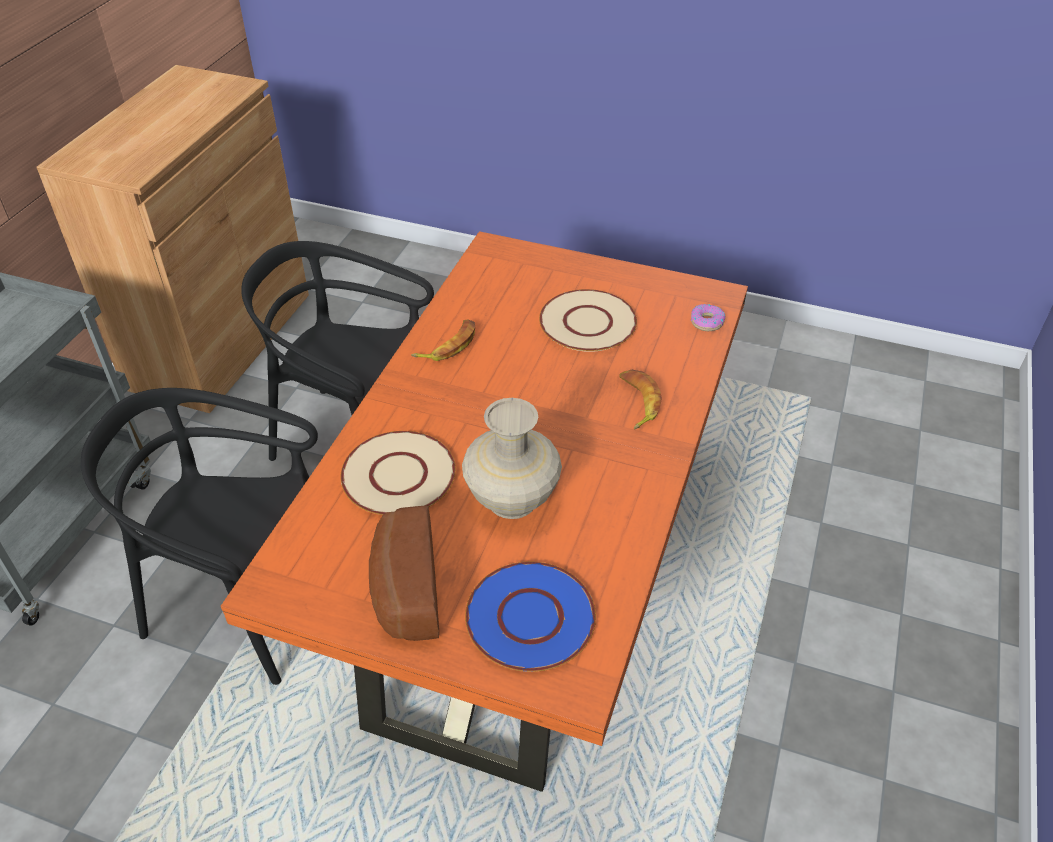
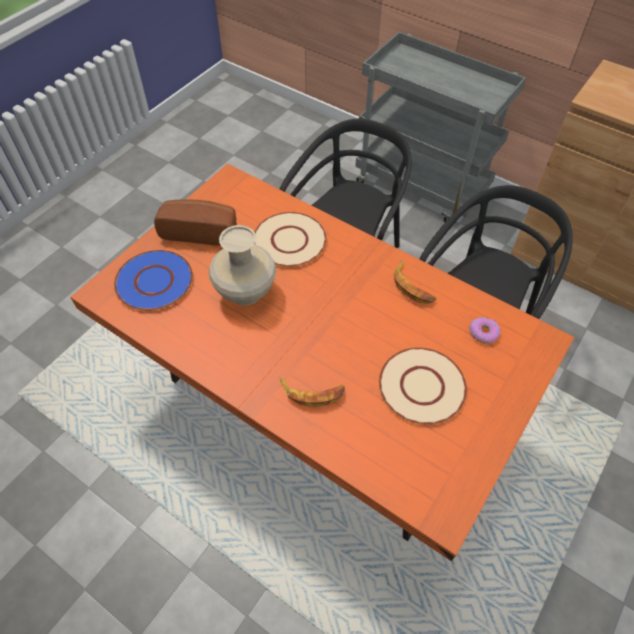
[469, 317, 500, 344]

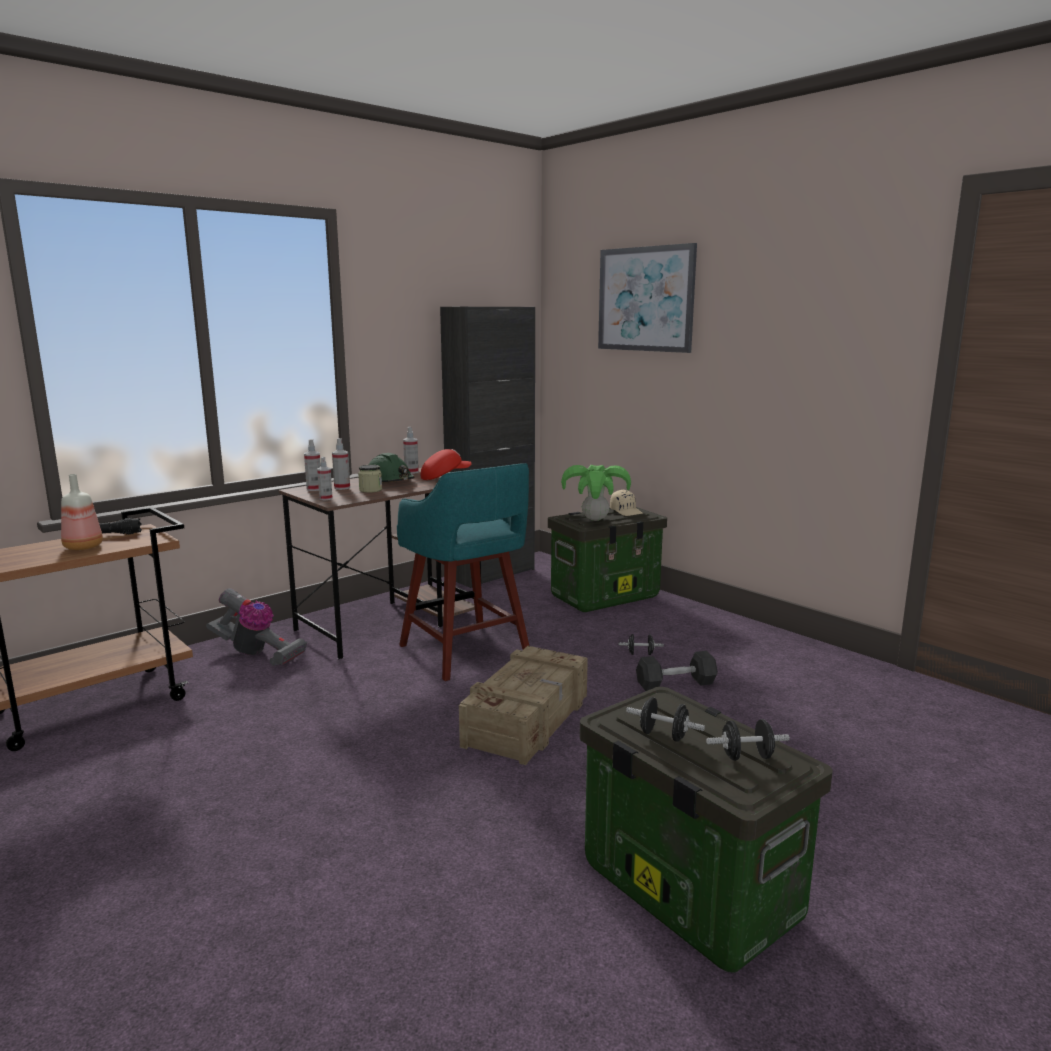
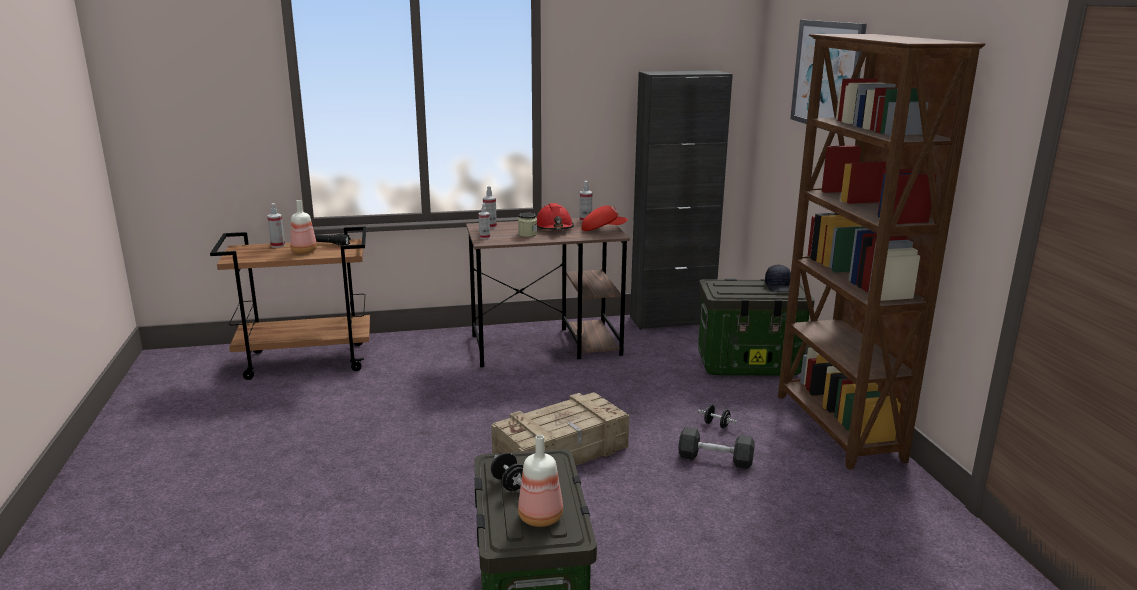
[267, 203, 285, 248]
[518, 435, 563, 527]
[537, 203, 574, 230]
[765, 265, 791, 292]
[778, 34, 985, 470]
[206, 588, 307, 666] (first image)
[397, 463, 529, 681] (first image)
[561, 465, 631, 521] (first image)

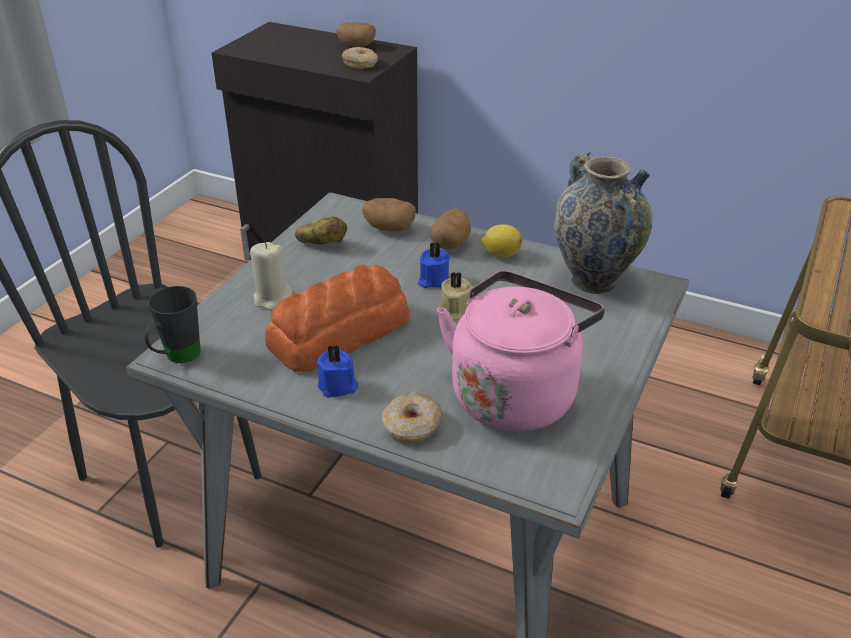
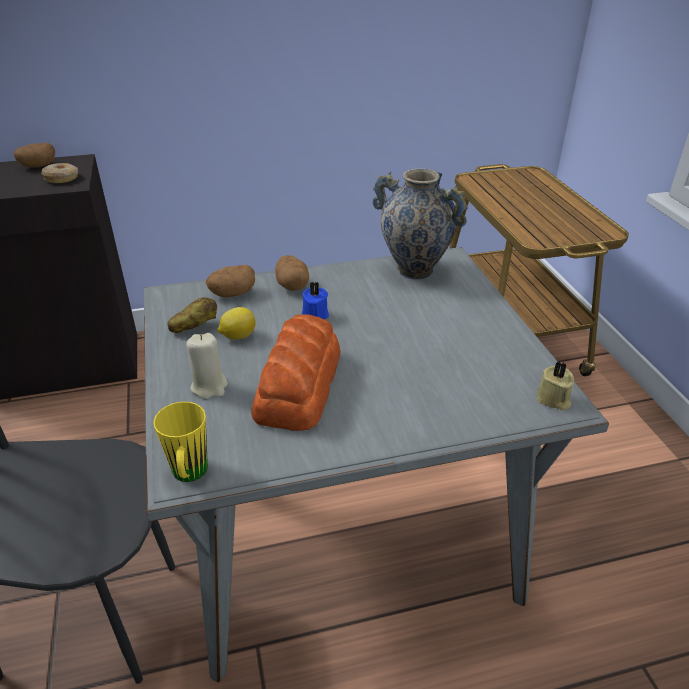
[153, 402, 208, 482]
[218, 307, 256, 340]
[537, 362, 574, 410]
[317, 344, 358, 398] (first image)
[382, 392, 442, 443] (first image)
[437, 271, 605, 432] (first image)

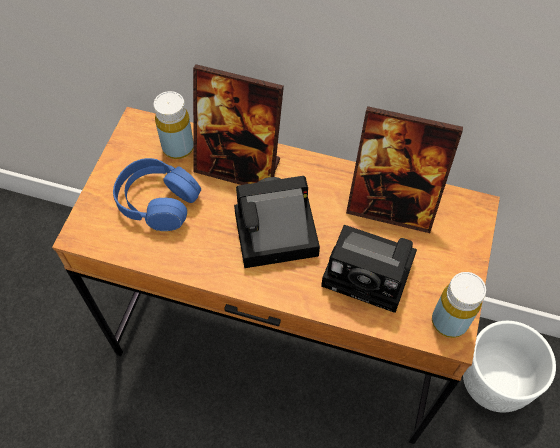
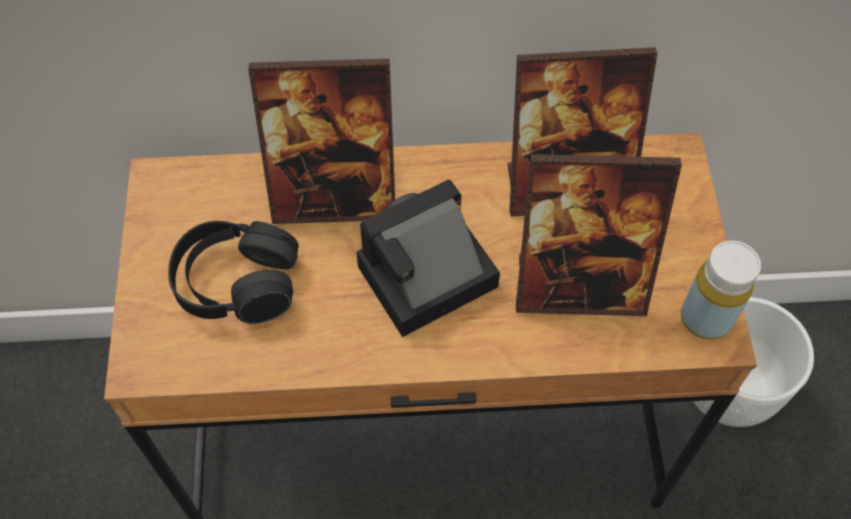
[168, 221, 299, 324]
[516, 154, 682, 316]
[154, 91, 193, 159] (first image)

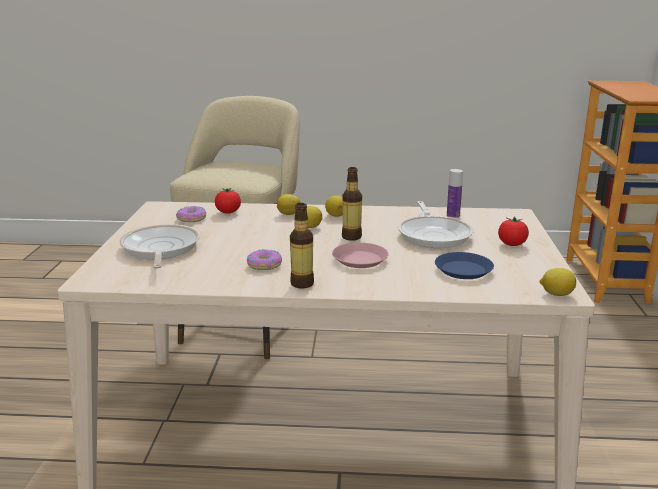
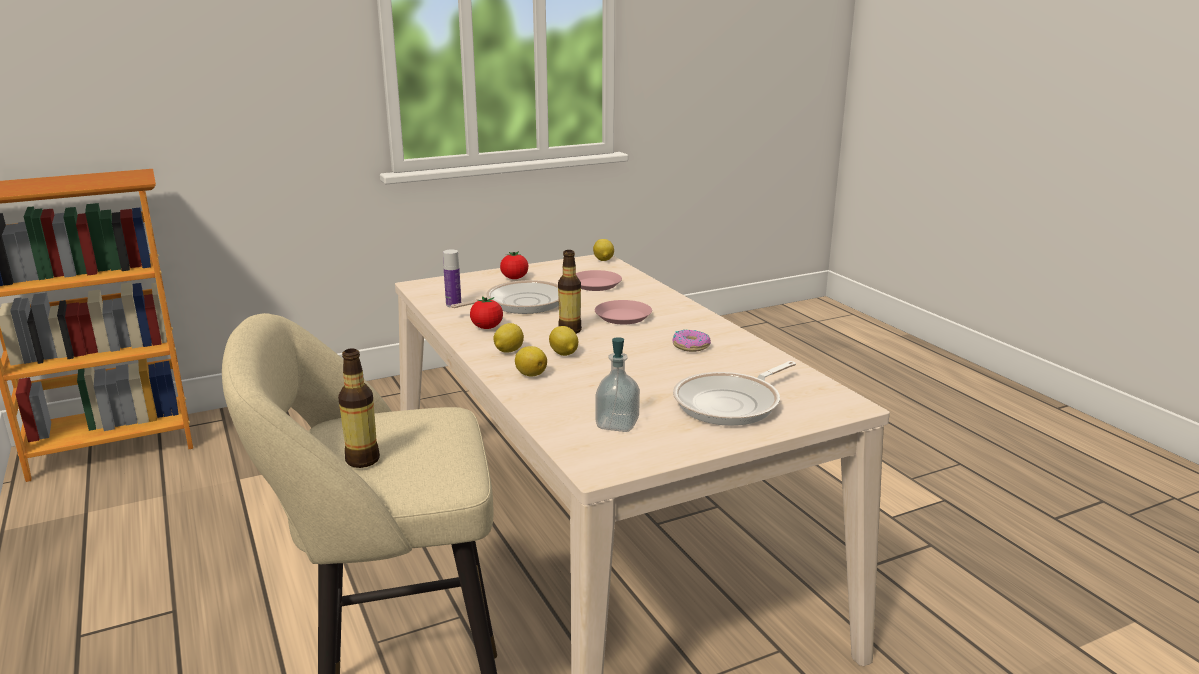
[338, 348, 380, 468]
[470, 296, 503, 329]
[576, 270, 622, 291]
[595, 337, 640, 432]

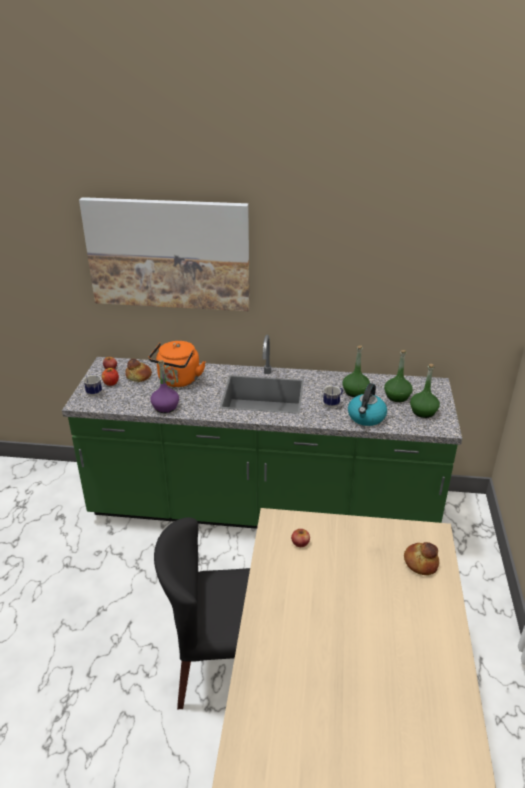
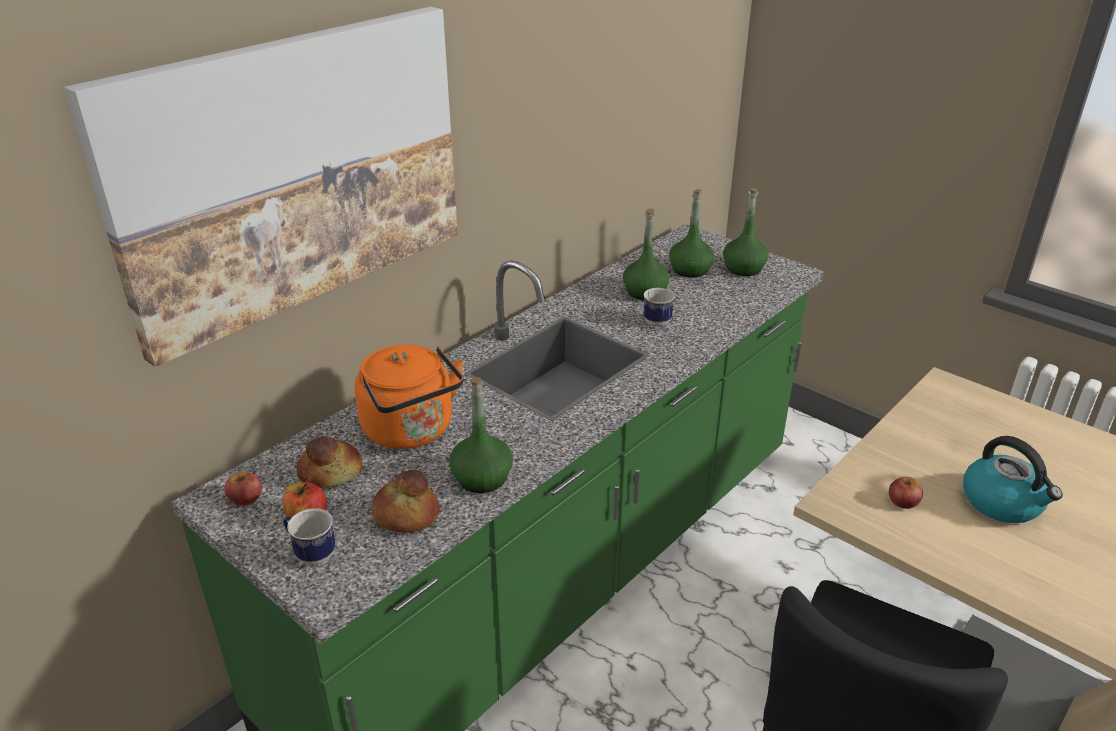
[371, 470, 440, 533]
[449, 377, 513, 493]
[963, 436, 1063, 523]

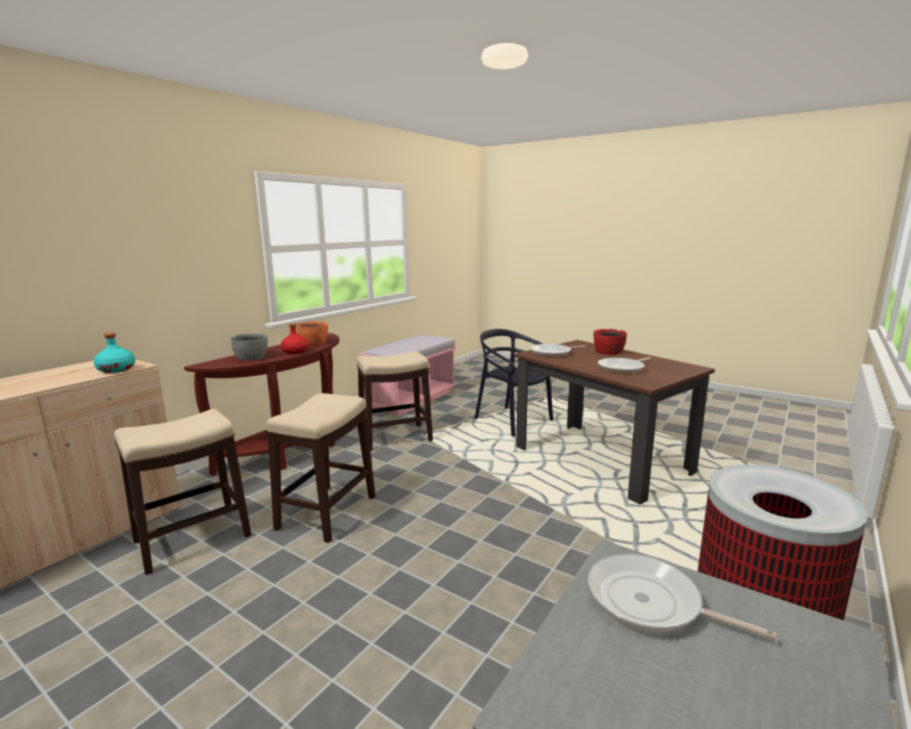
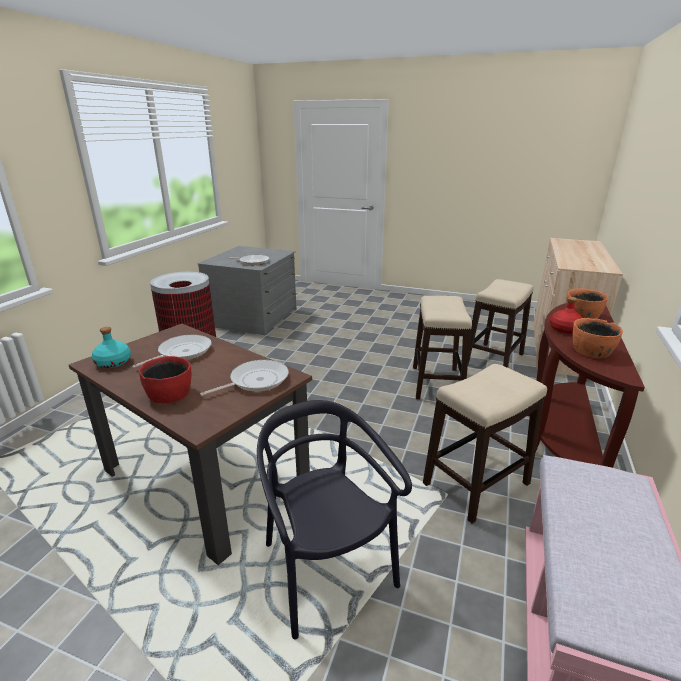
[92, 327, 131, 368]
[257, 400, 412, 640]
[567, 288, 608, 319]

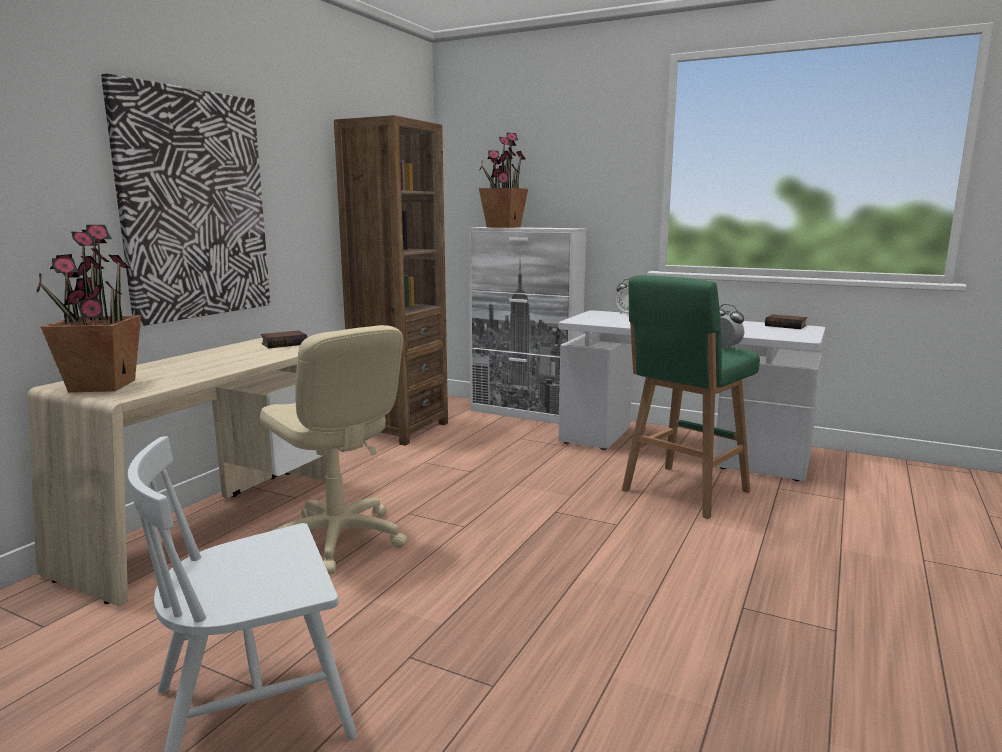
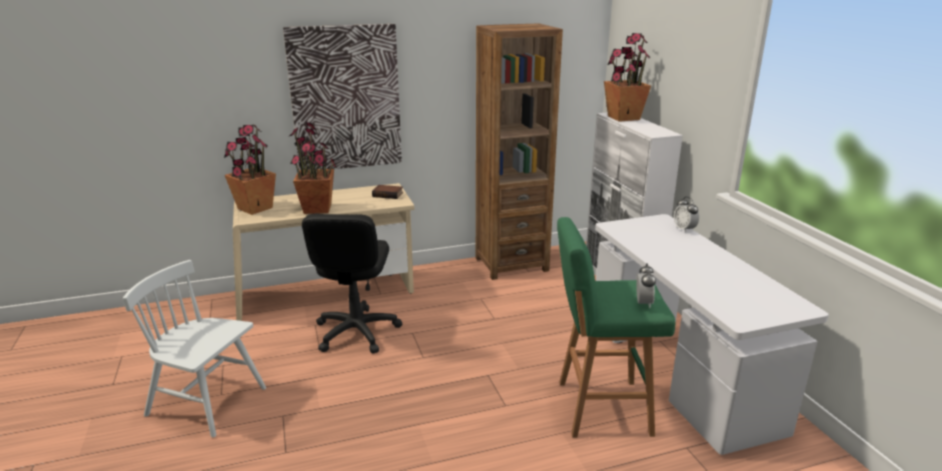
[290, 122, 337, 214]
[302, 214, 402, 354]
[765, 314, 807, 329] (first image)

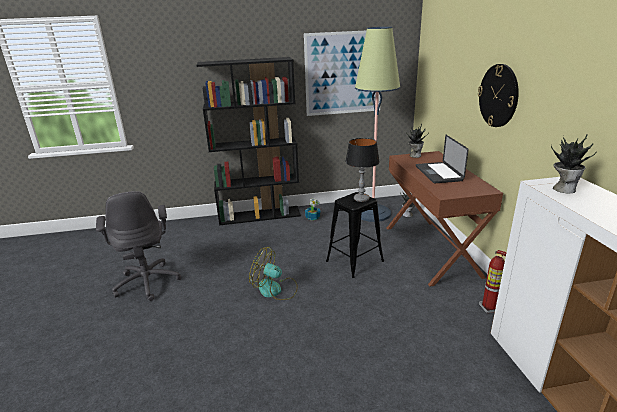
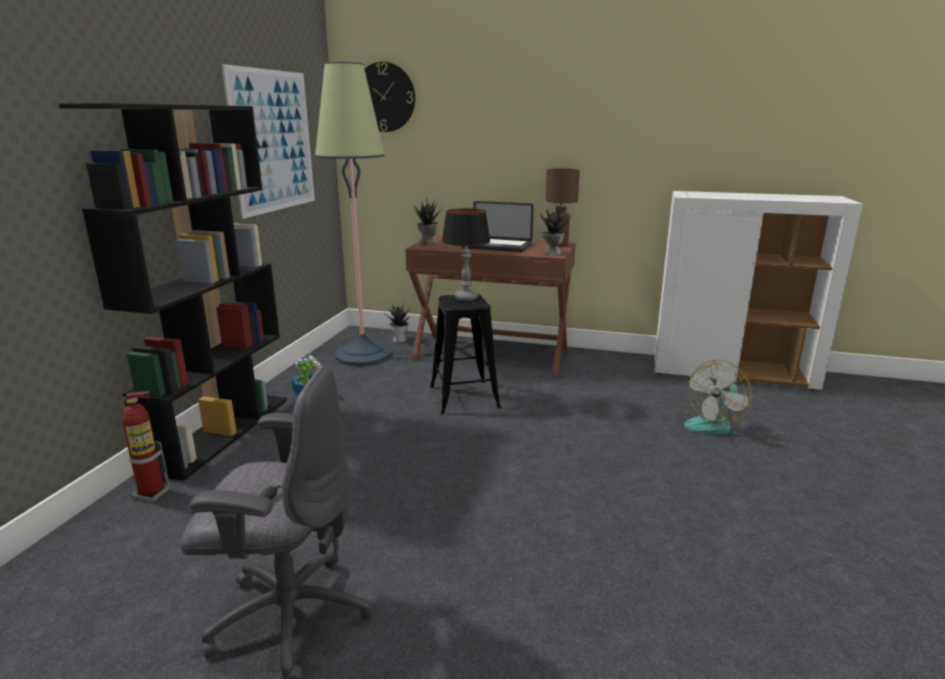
[122, 391, 170, 502]
[365, 62, 415, 132]
[540, 205, 572, 255]
[545, 168, 580, 247]
[684, 360, 752, 434]

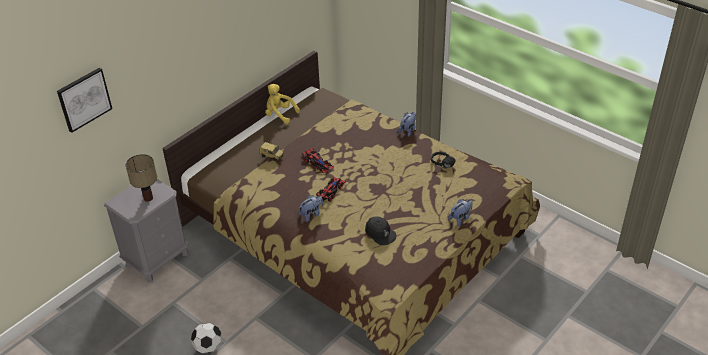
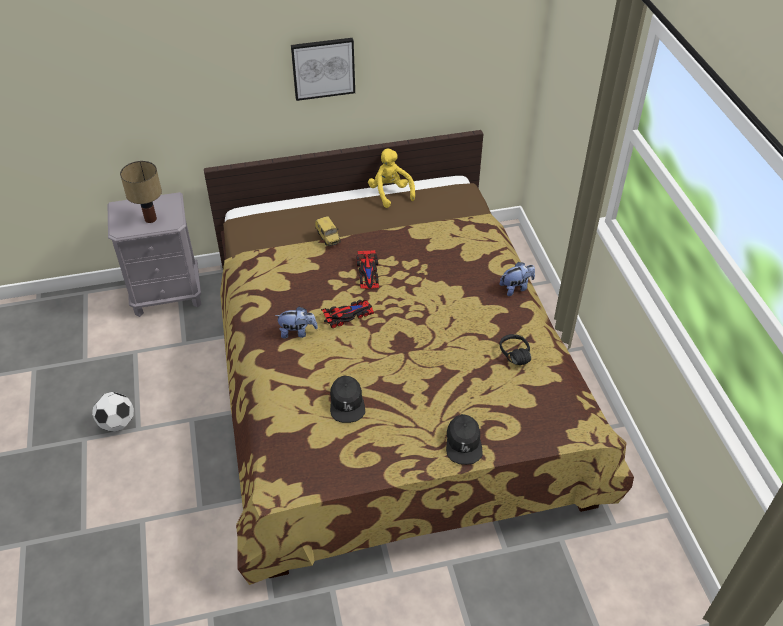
[291, 38, 355, 101]
[446, 414, 483, 465]

